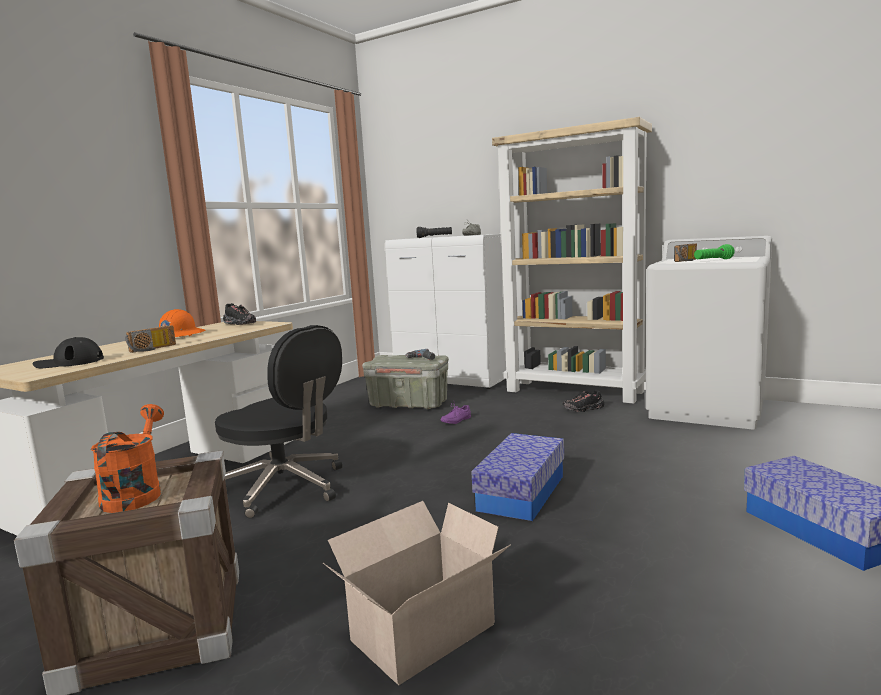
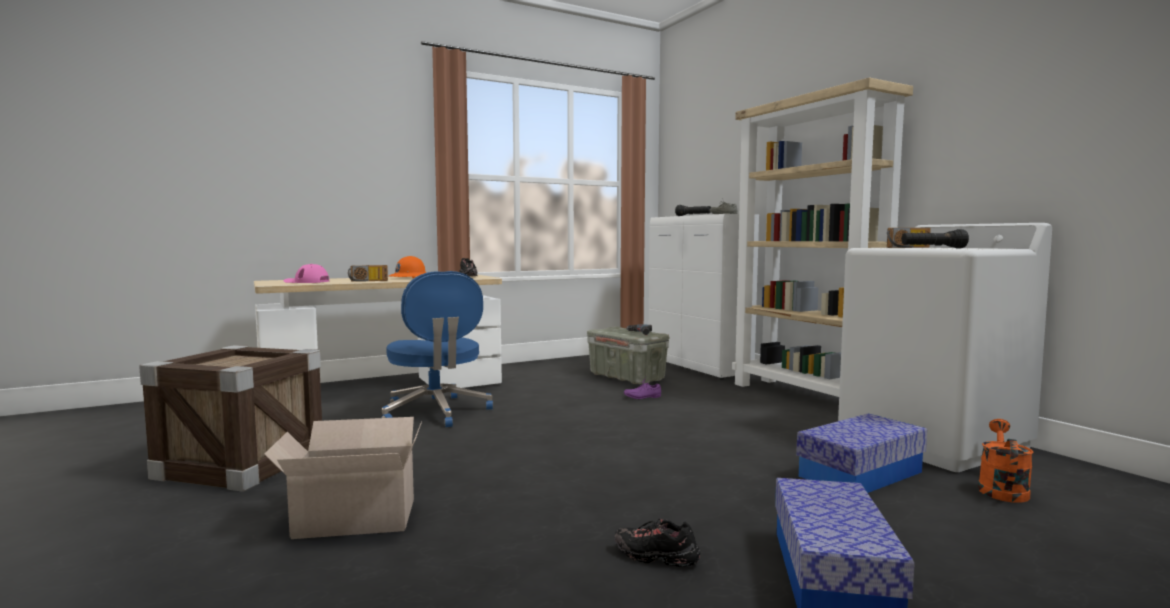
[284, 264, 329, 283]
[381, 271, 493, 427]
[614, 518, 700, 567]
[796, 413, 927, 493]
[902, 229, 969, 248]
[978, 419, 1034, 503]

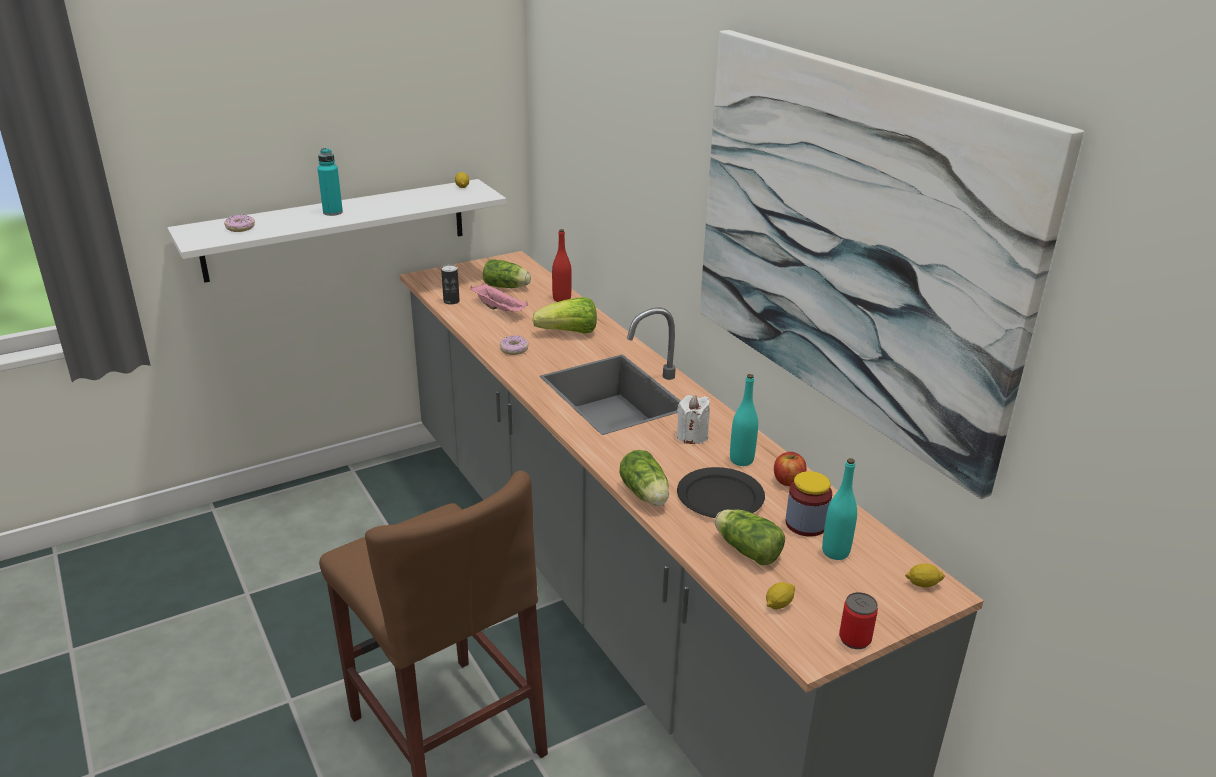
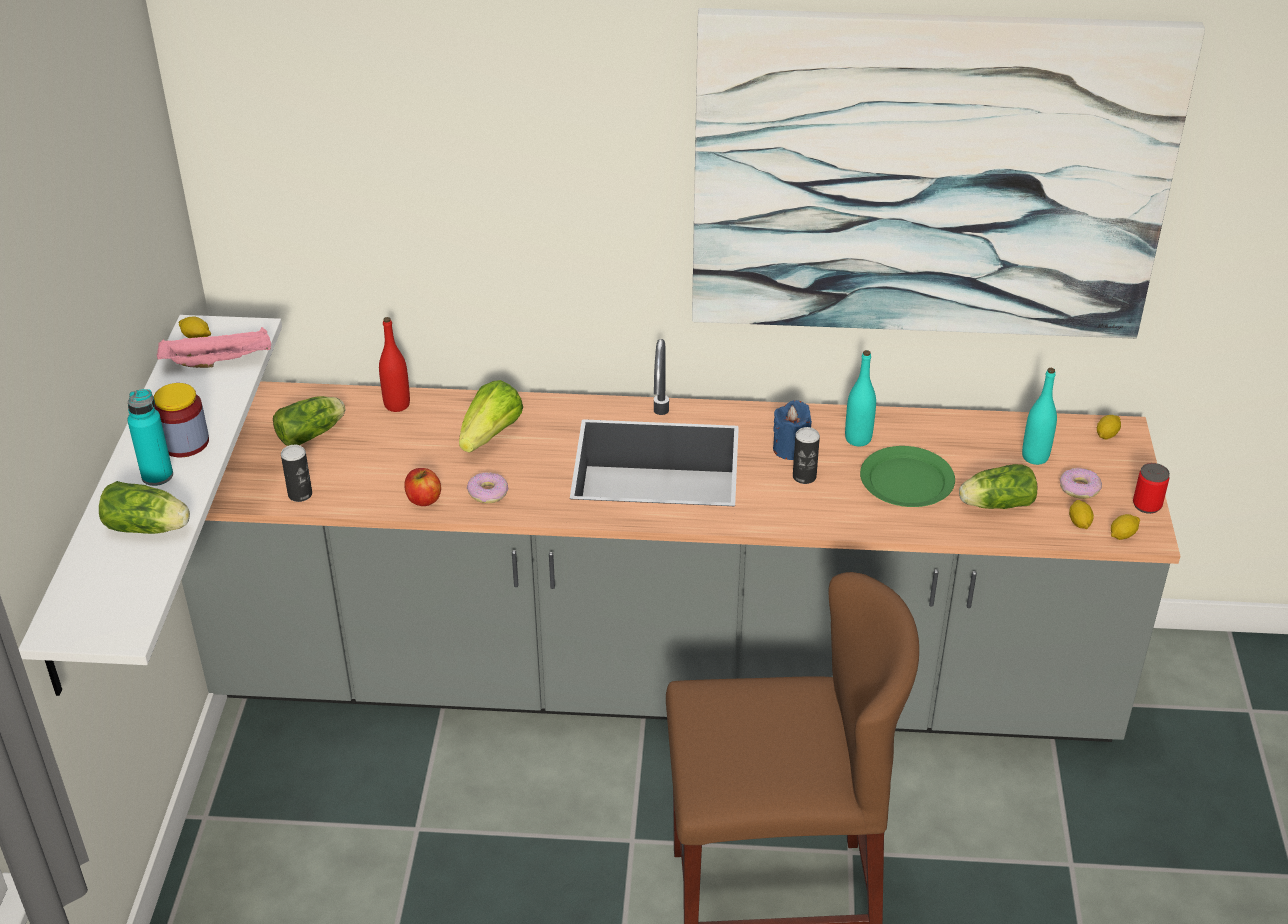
[99, 481, 190, 534]
[154, 383, 209, 457]
[157, 327, 271, 368]
[404, 468, 441, 506]
[773, 400, 812, 460]
[793, 427, 820, 484]
[860, 446, 955, 507]
[1060, 468, 1102, 499]
[1111, 514, 1140, 540]

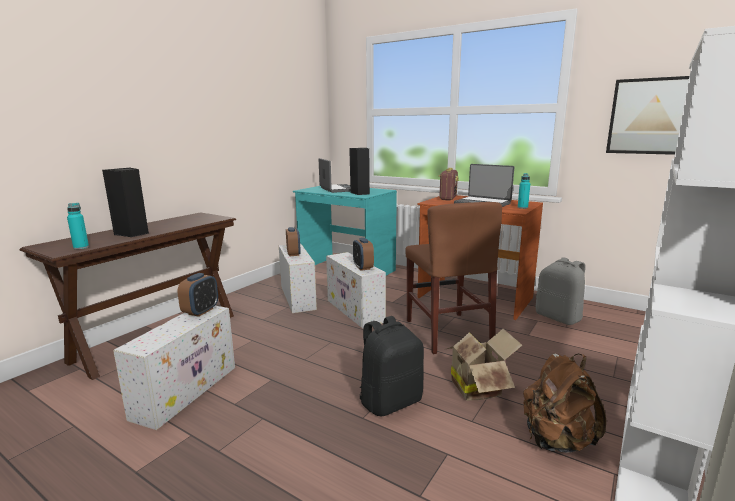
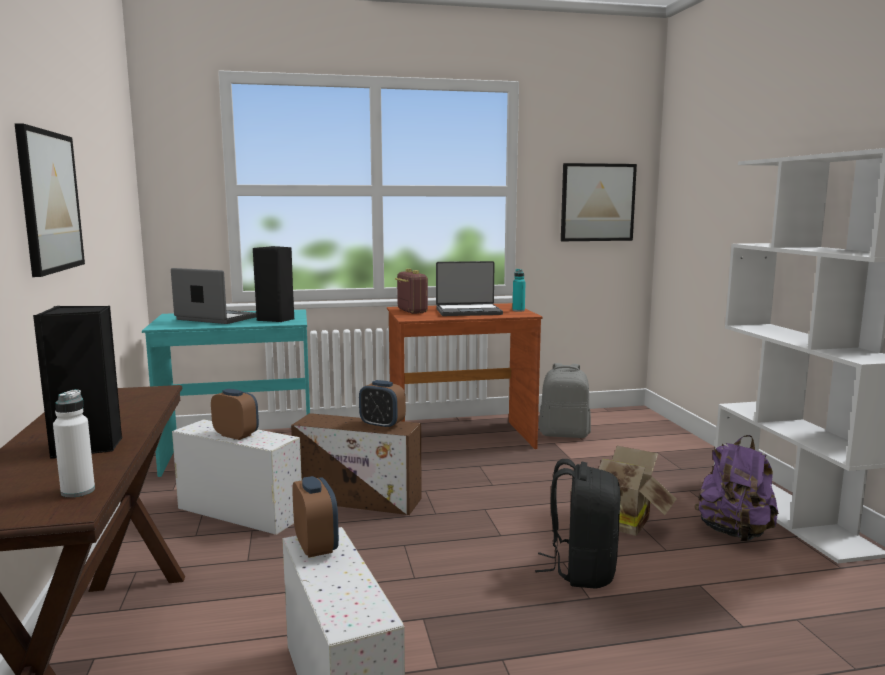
[14, 123, 85, 277]
[53, 389, 95, 498]
[291, 413, 422, 515]
[695, 435, 779, 542]
[405, 202, 502, 354] (first image)

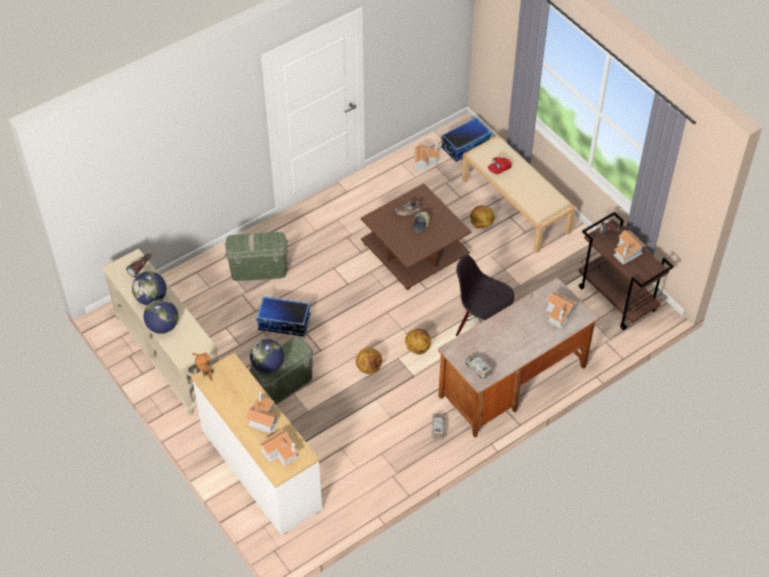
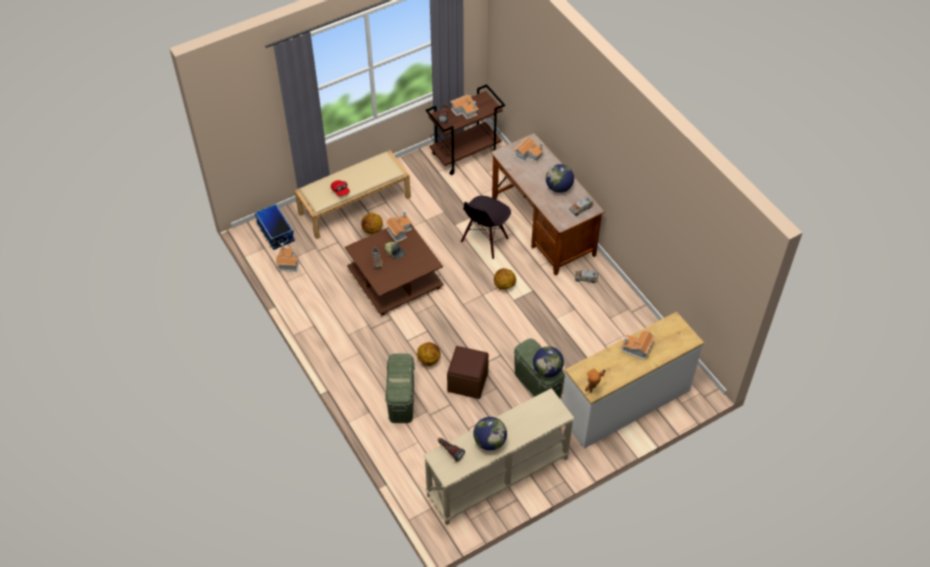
[385, 210, 412, 243]
[417, 342, 441, 366]
[447, 346, 489, 399]
[546, 164, 574, 193]

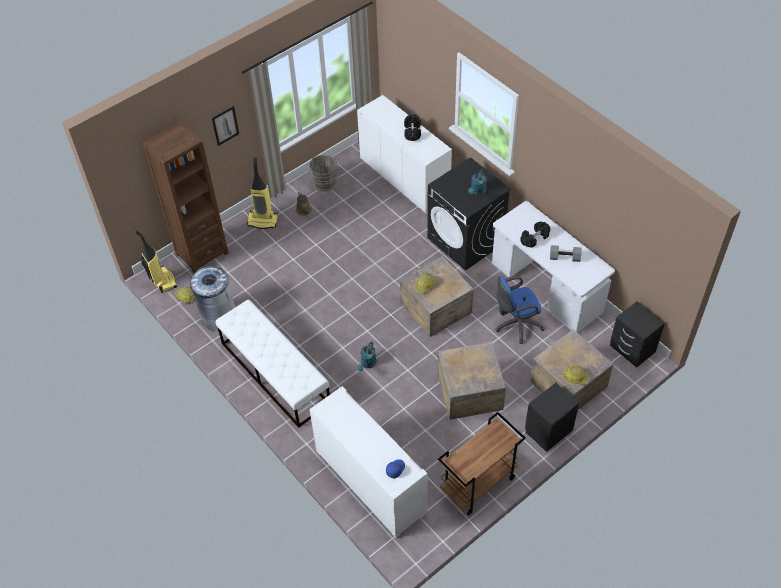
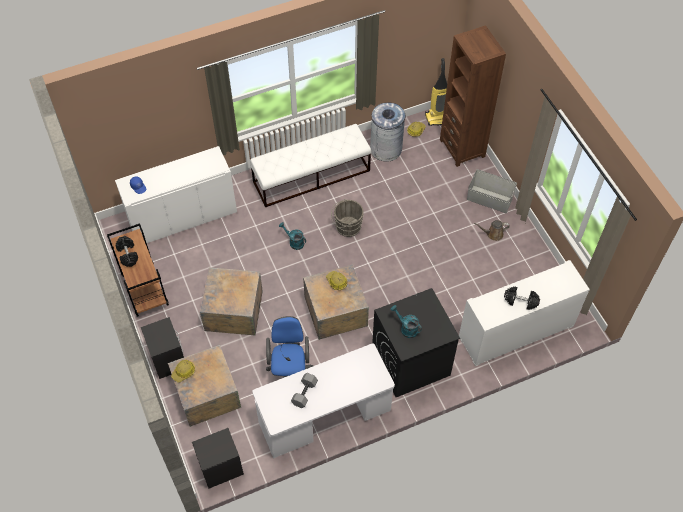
[116, 236, 138, 267]
[331, 199, 364, 237]
[467, 169, 517, 213]
[212, 106, 239, 146] (first image)

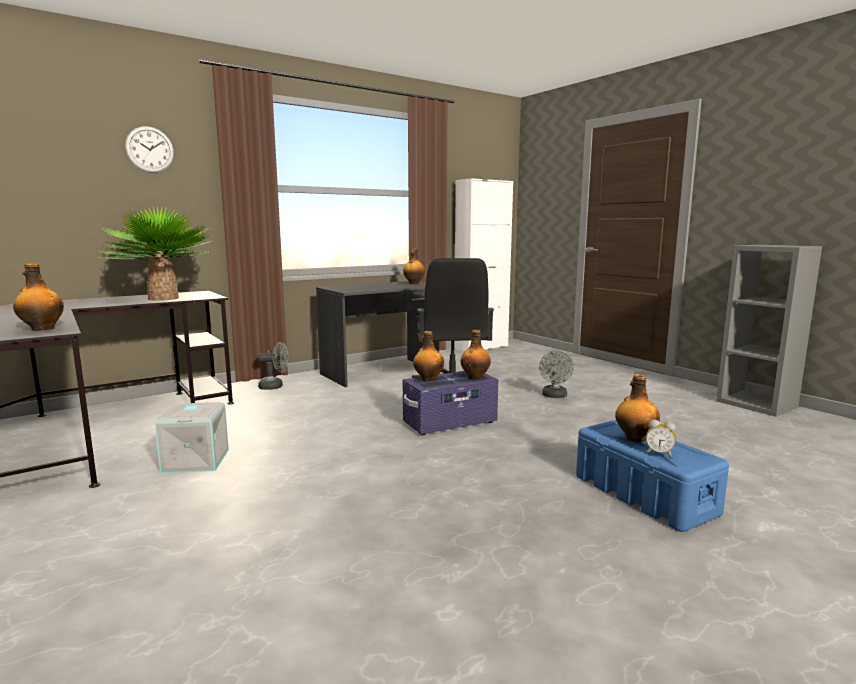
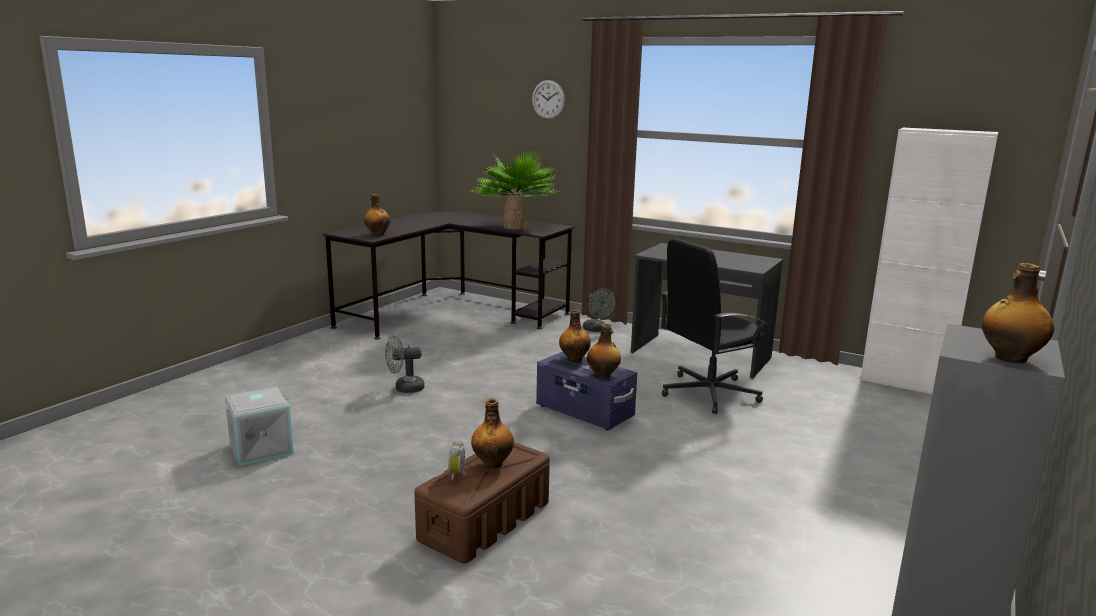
[225, 387, 294, 466]
[385, 335, 424, 393]
[414, 442, 550, 563]
[982, 263, 1054, 363]

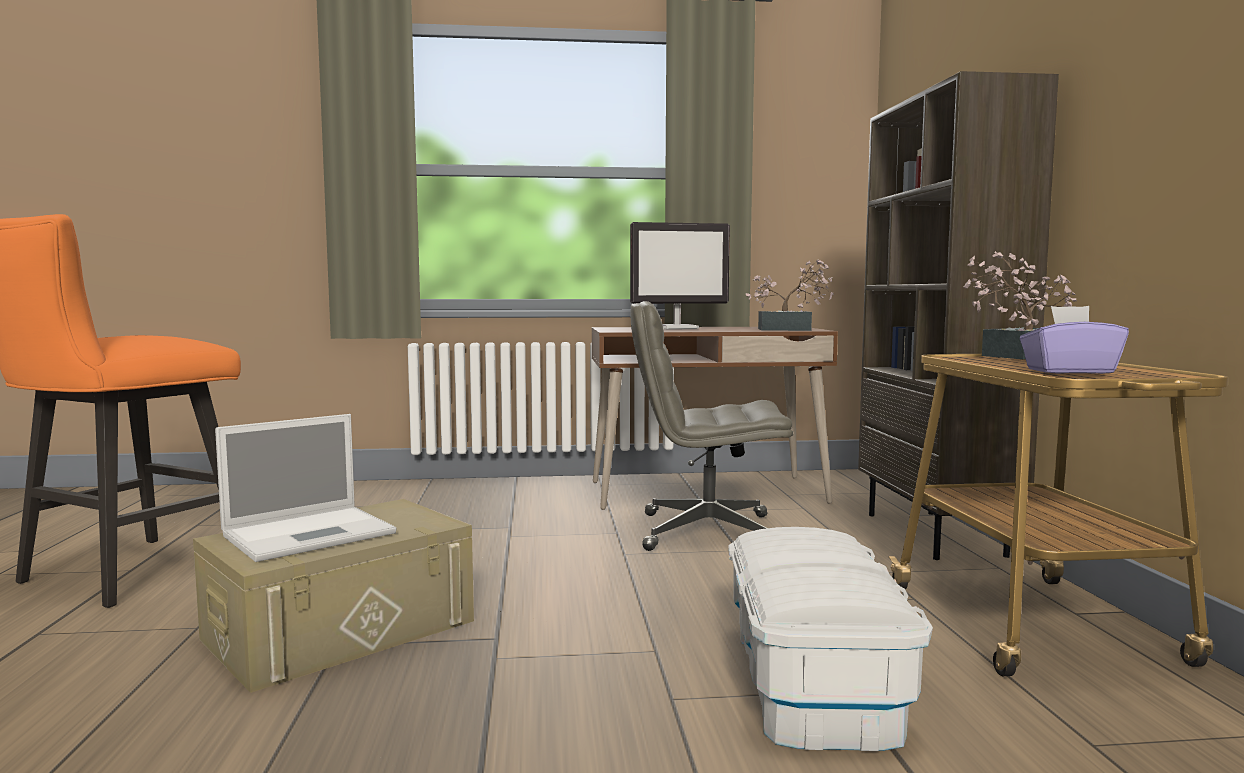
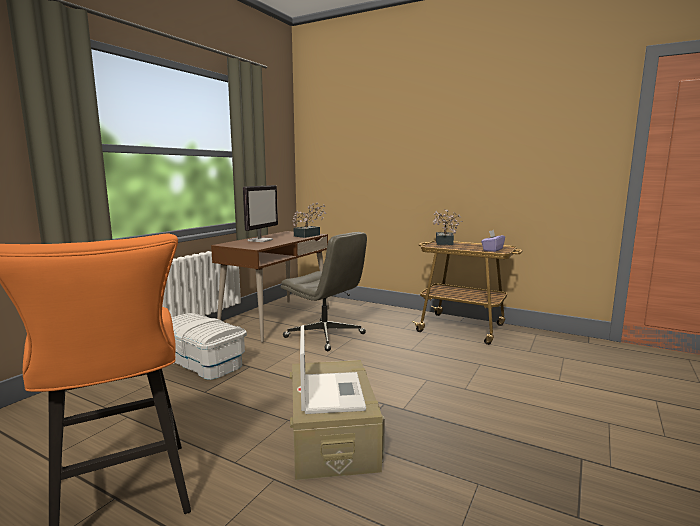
[172, 313, 247, 380]
[281, 232, 367, 351]
[858, 71, 1059, 560] (first image)

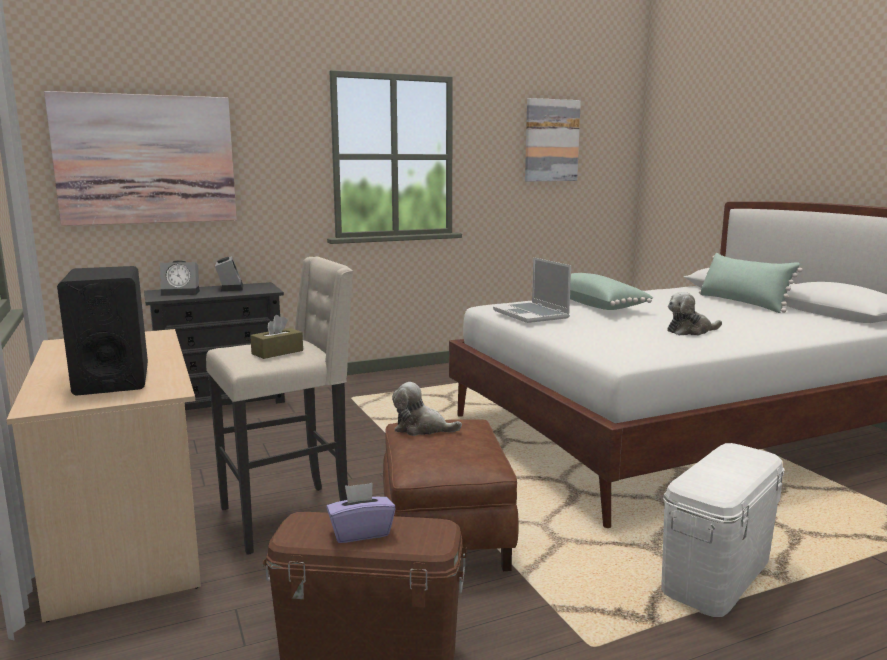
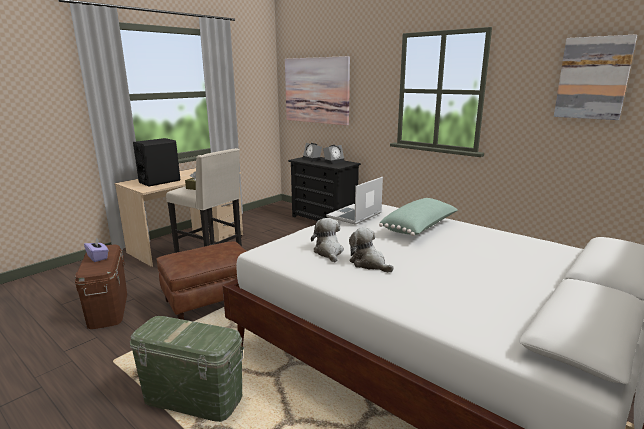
[130, 316, 244, 422]
[311, 218, 344, 262]
[699, 253, 803, 313] (first image)

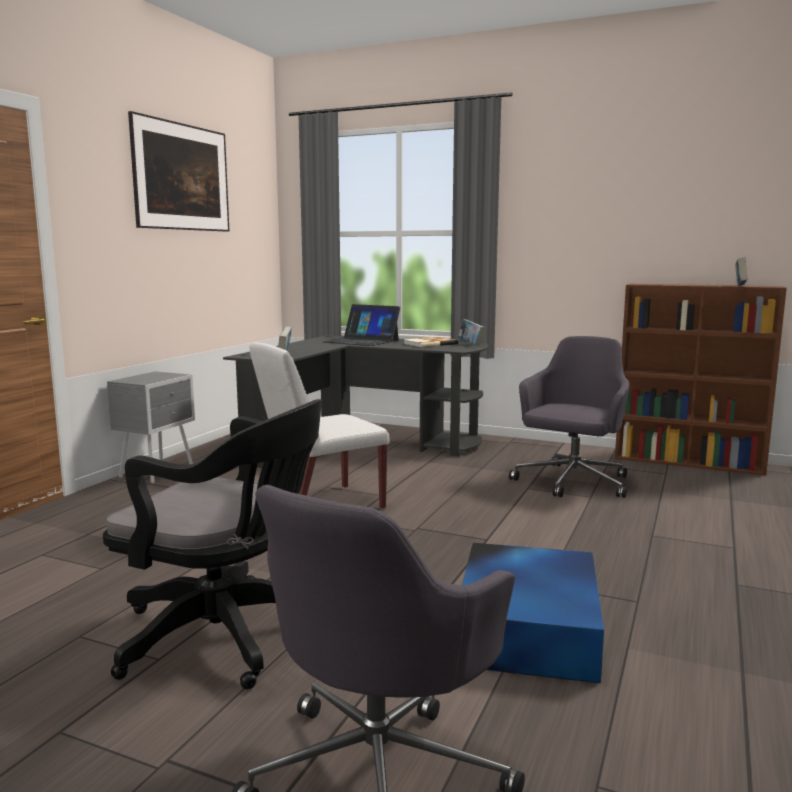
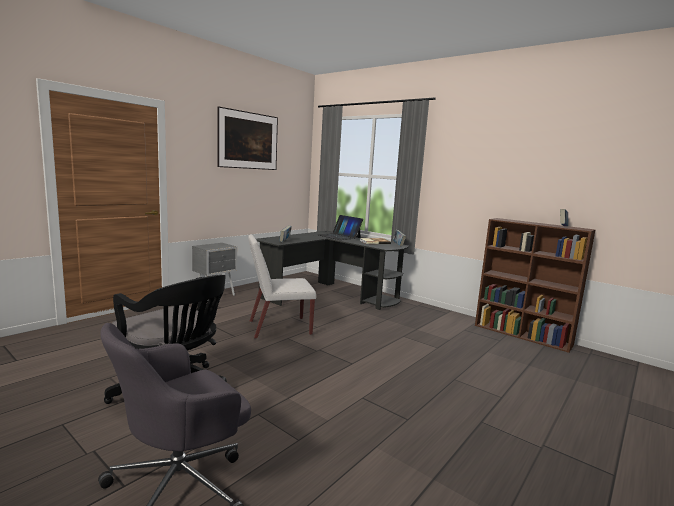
[462, 543, 604, 683] (first image)
[509, 336, 630, 498] (first image)

